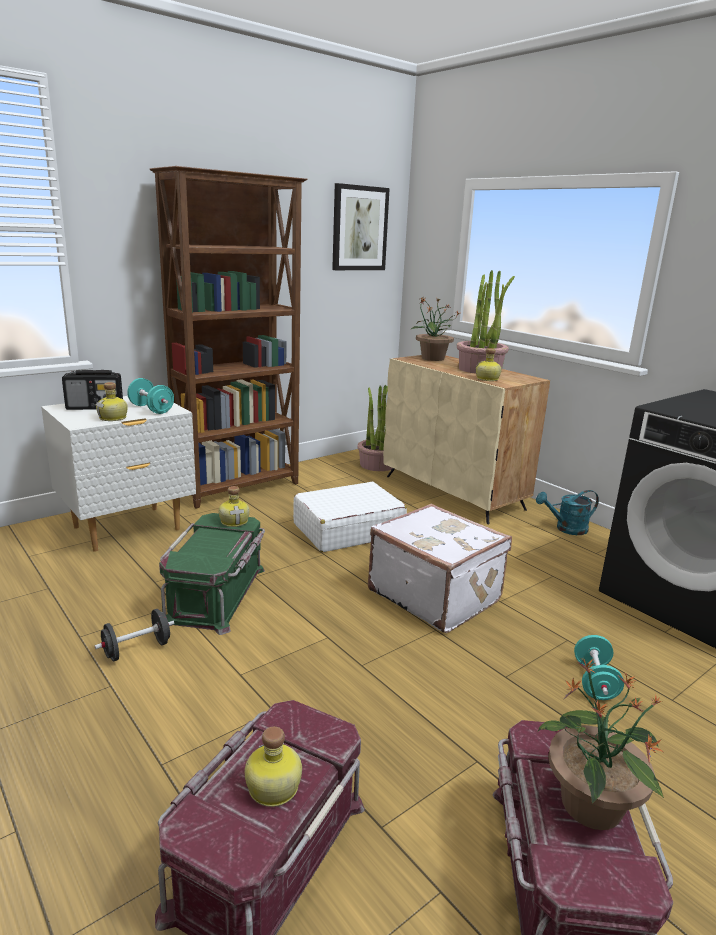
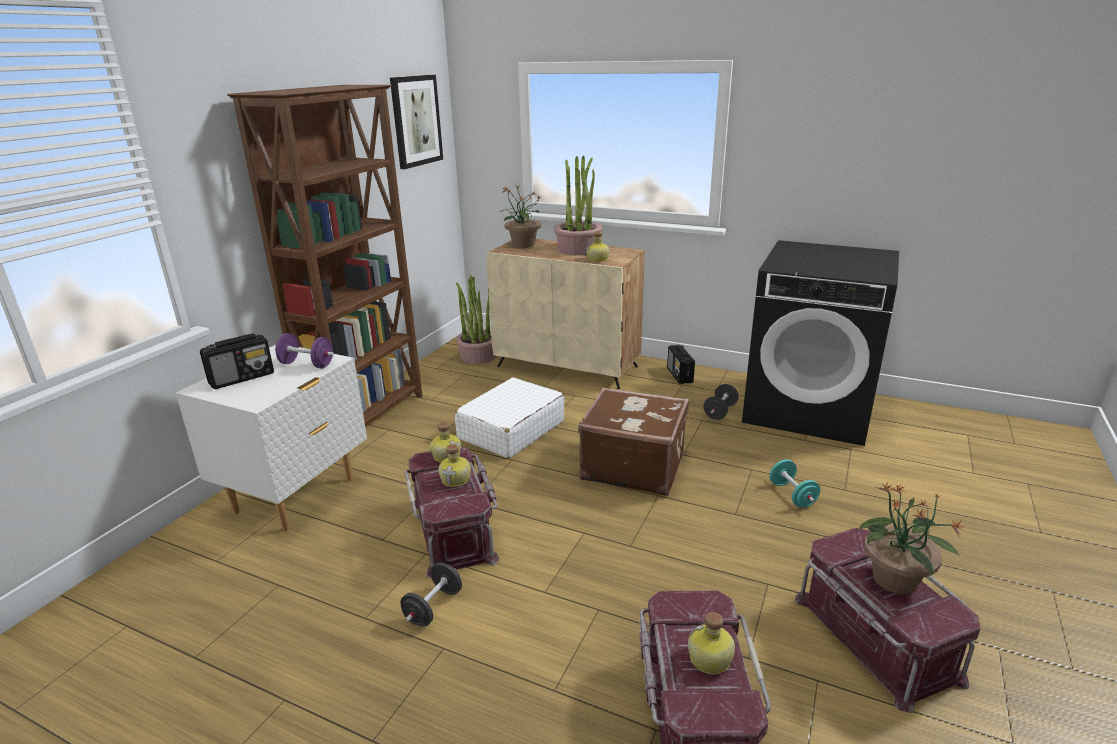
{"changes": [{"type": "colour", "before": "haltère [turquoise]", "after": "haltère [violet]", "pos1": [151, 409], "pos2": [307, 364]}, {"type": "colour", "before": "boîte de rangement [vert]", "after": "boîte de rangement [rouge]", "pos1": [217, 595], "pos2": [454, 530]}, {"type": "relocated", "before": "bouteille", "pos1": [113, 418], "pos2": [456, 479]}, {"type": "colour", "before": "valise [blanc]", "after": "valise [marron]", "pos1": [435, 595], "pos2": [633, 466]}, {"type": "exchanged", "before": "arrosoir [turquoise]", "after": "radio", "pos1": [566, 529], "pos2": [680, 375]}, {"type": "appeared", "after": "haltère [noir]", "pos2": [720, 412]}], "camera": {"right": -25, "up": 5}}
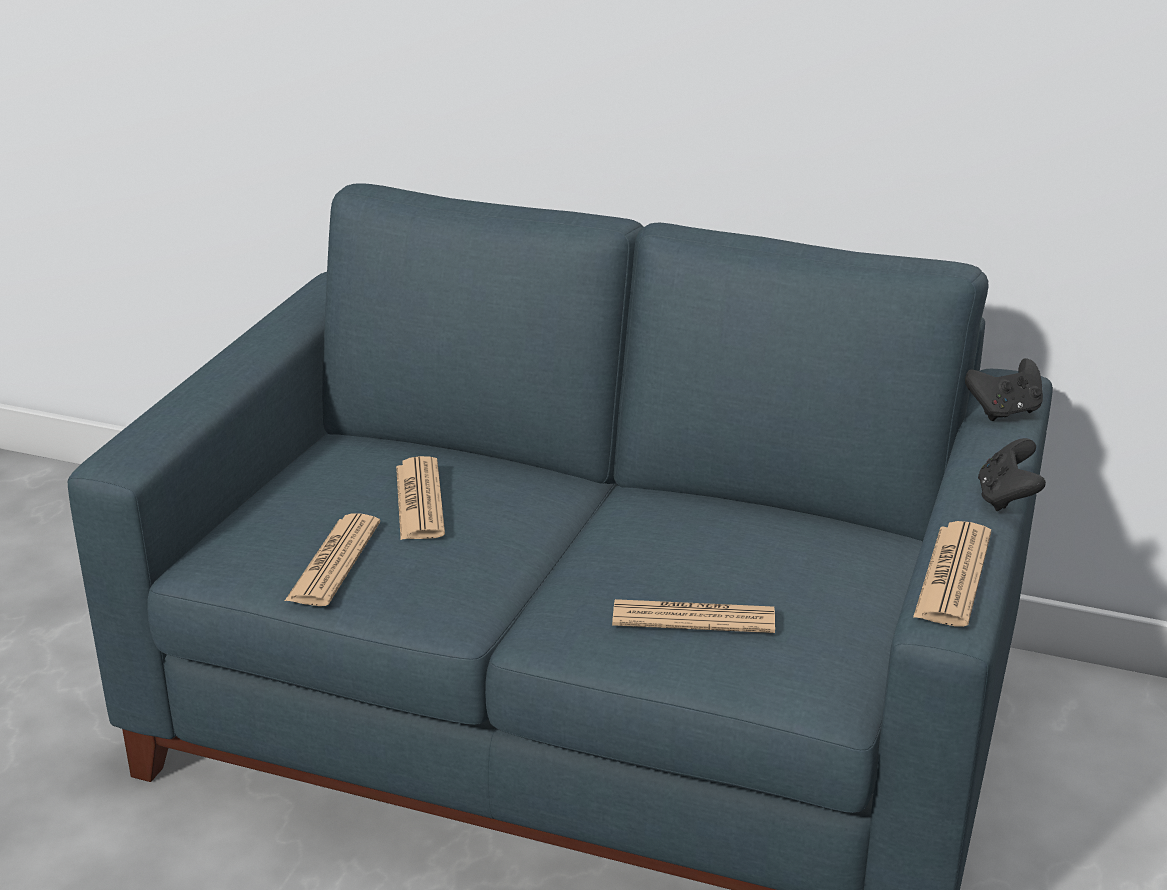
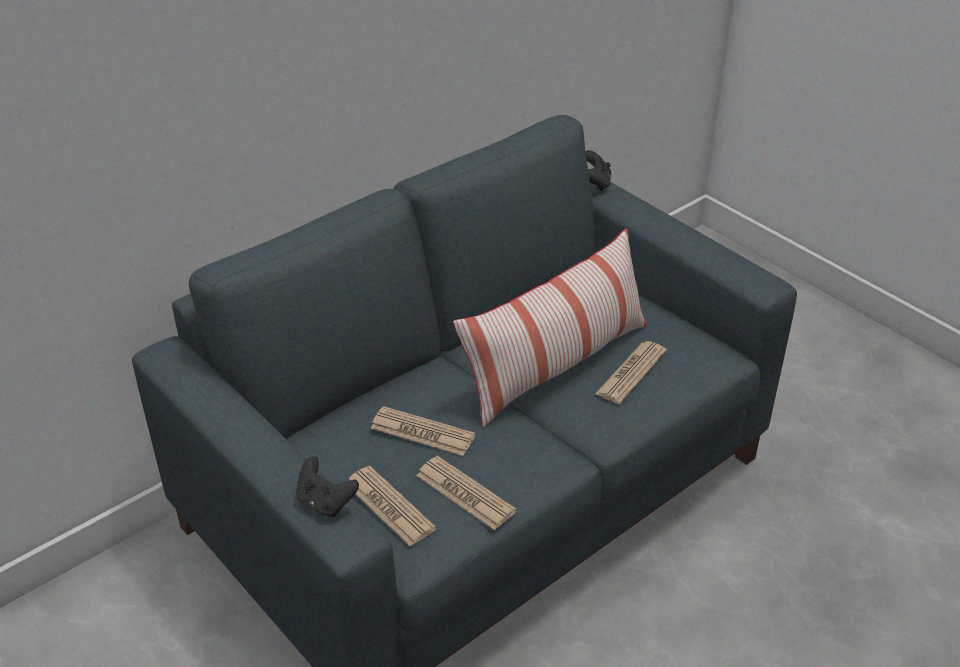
{"changes": [{"type": "relocated", "before": "manette [noir]", "pos1": [1006, 498], "pos2": [325, 502]}, {"type": "relocated", "before": "journal", "pos1": [953, 575], "pos2": [389, 506]}, {"type": "appeared", "after": "coussin", "pos2": [556, 365]}], "camera": {"right": -60, "up": 10}}
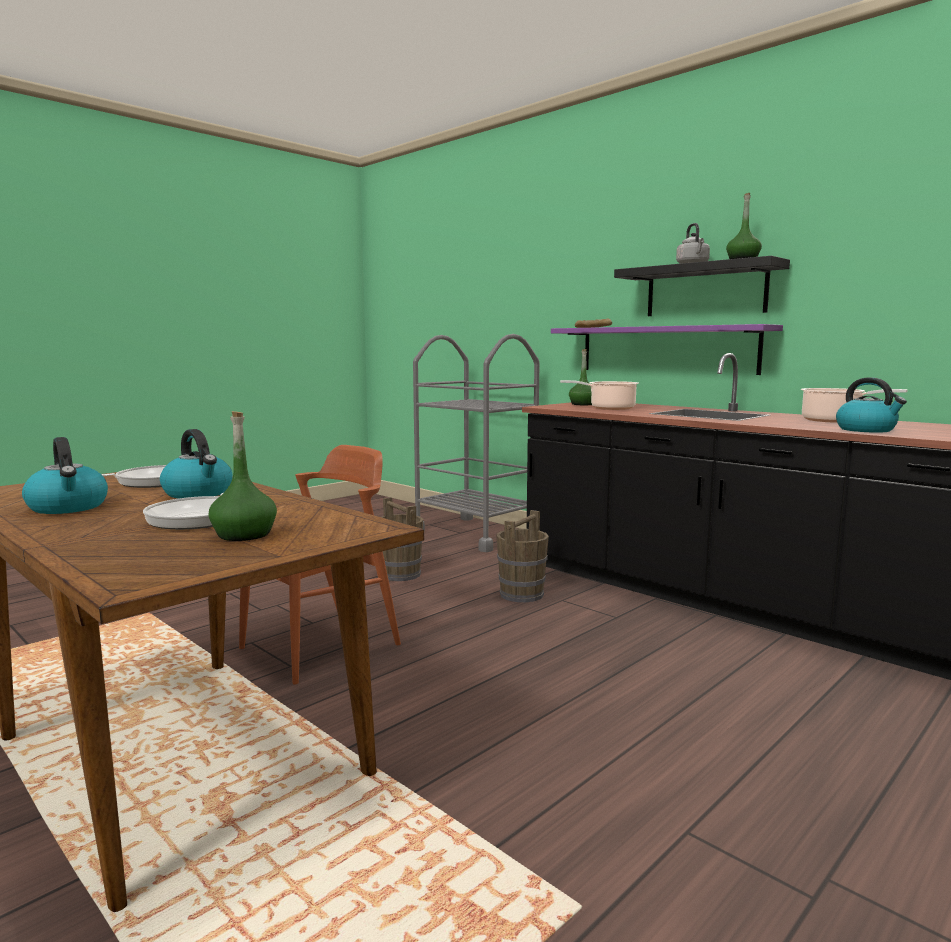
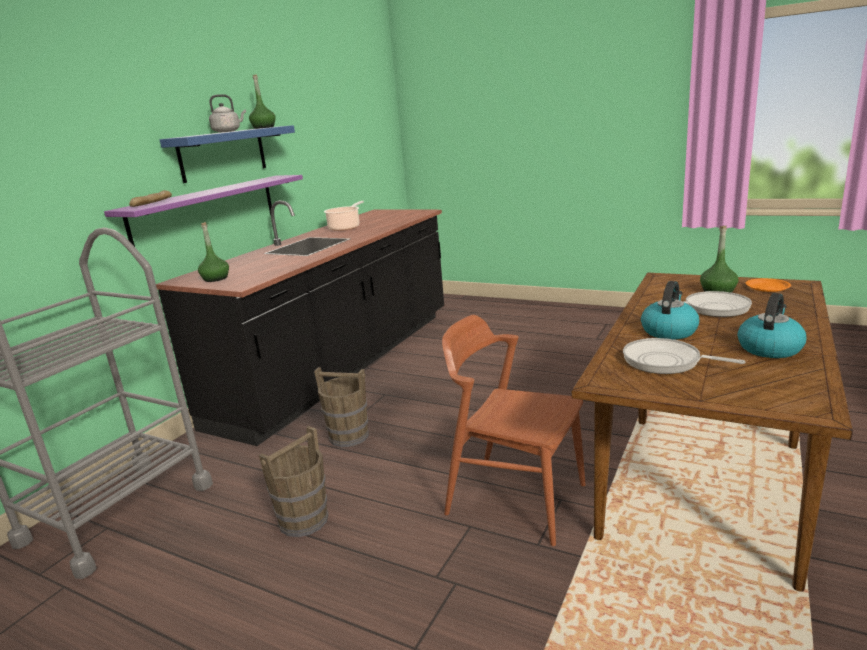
{"changes": [{"type": "colour", "before": "étagère [noir]", "after": "étagère [bleu]", "pos1": [705, 290], "pos2": [223, 154]}, {"type": "appeared", "after": "assiette [orange]", "pos2": [767, 287]}, {"type": "missing", "before": "marmite", "pos1": [609, 408]}, {"type": "missing", "before": "bouilloire", "pos1": [867, 430]}], "camera": {"right": -105, "up": 10}}
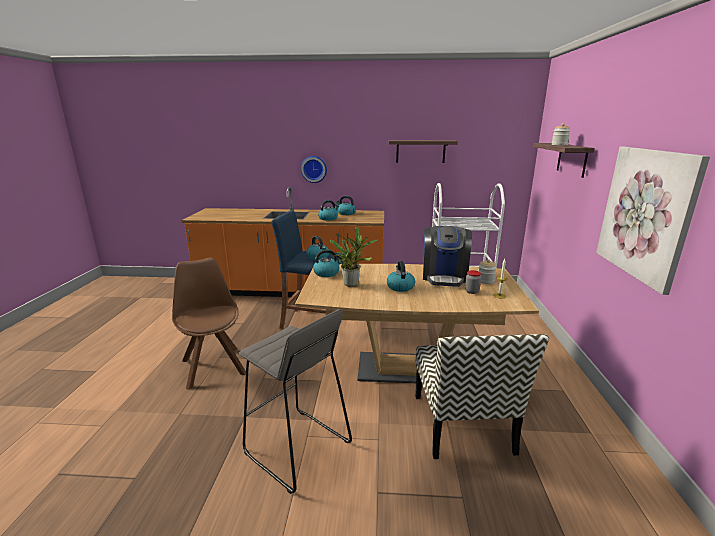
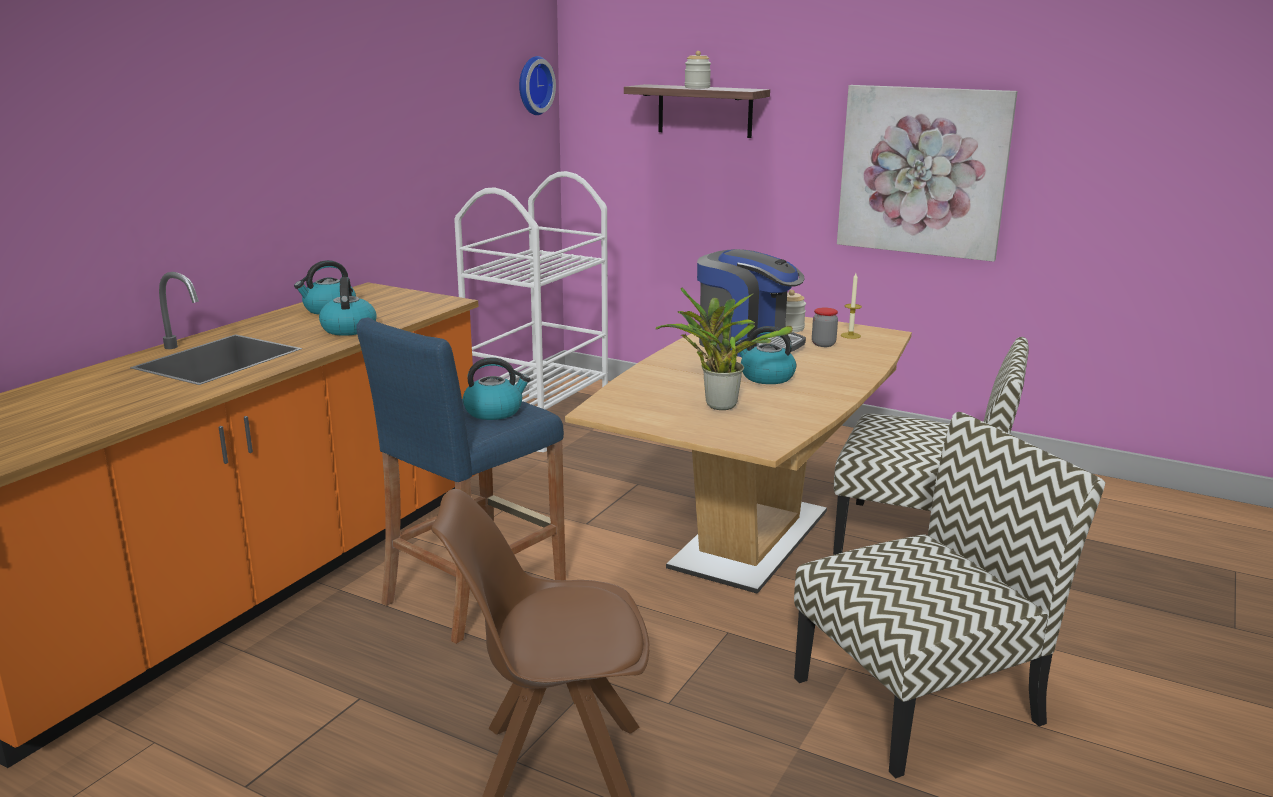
{"changes": [{"type": "relocated", "before": "horloge murale", "pos1": [314, 169], "pos2": [532, 85]}, {"type": "exchanged", "before": "tabouret [gris]", "after": "chaise", "pos1": [297, 448], "pos2": [919, 698]}, {"type": "missing", "before": "bouilloire", "pos1": [327, 273]}, {"type": "missing", "before": "étagère", "pos1": [420, 151]}], "camera": {"right": -65, "up": 0}}
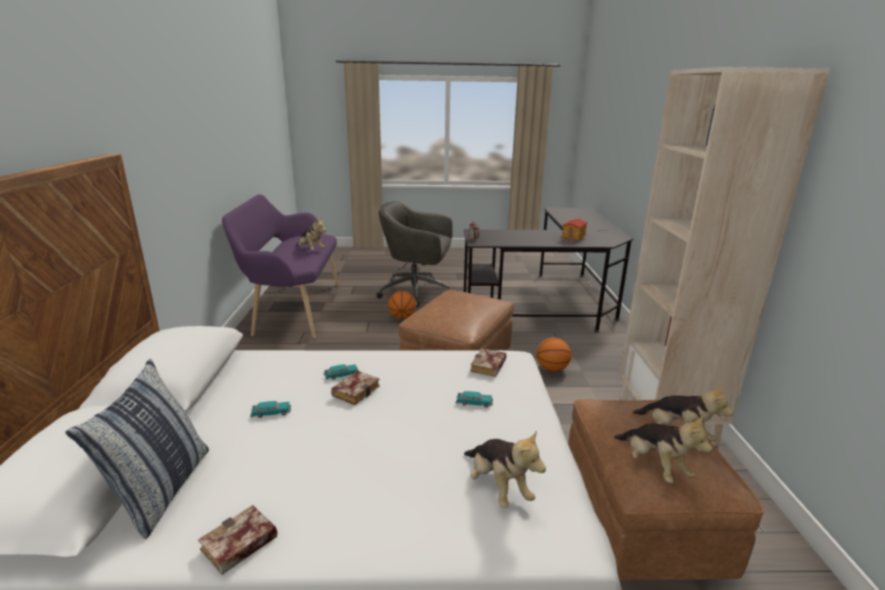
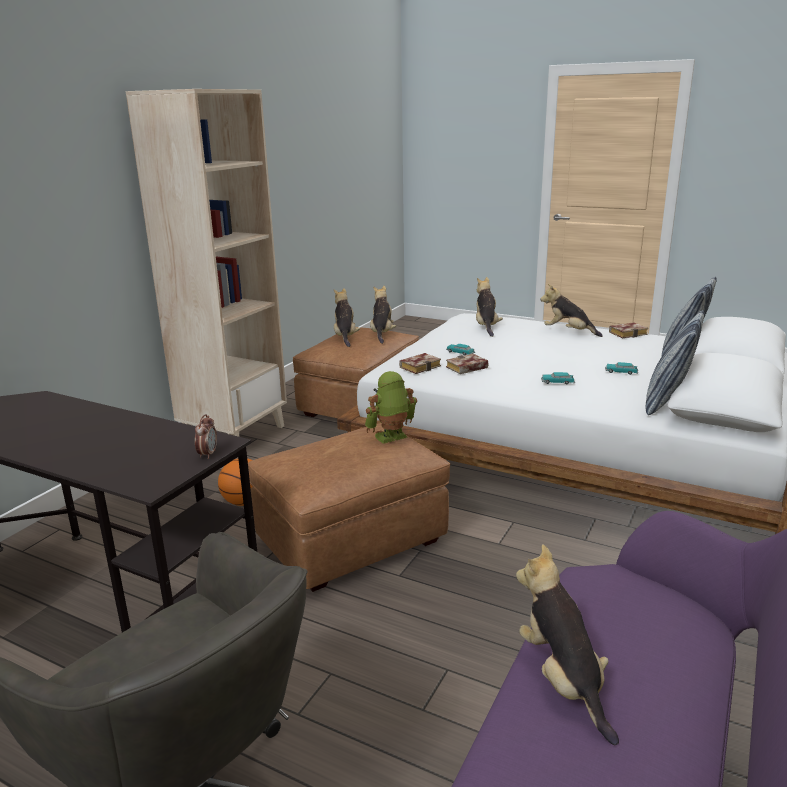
{"changes": [{"type": "appeared", "after": "robot jouet", "pos2": [391, 438]}, {"type": "relocated", "before": "livre", "pos1": [356, 390], "pos2": [466, 368]}, {"type": "appeared", "after": "peluche", "pos2": [568, 332]}, {"type": "appeared", "after": "coussin", "pos2": [668, 401]}, {"type": "missing", "before": "ballon de basket", "pos1": [402, 317]}, {"type": "missing", "before": "maison miniature", "pos1": [573, 239]}], "camera": {"right": -150, "up": 0}}
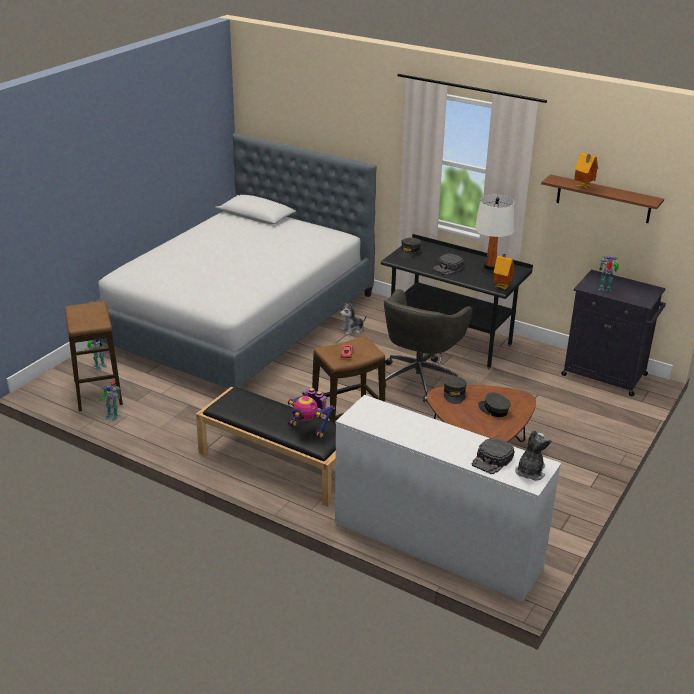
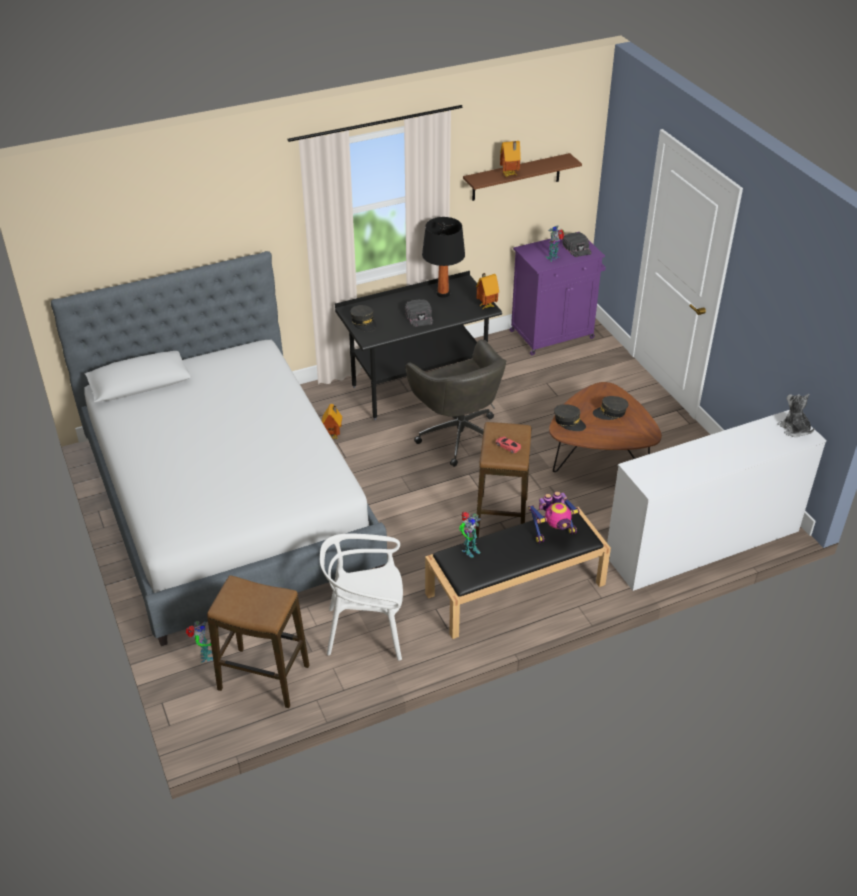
{"changes": [{"type": "appeared", "after": "chaise [blanc]", "pos2": [366, 631]}, {"type": "exchanged", "before": "peluche", "after": "maison miniature", "pos1": [352, 330], "pos2": [333, 436]}, {"type": "colour", "before": "lampe de table [blanc]", "after": "lampe de table [noir]", "pos1": [490, 267], "pos2": [443, 293]}, {"type": "relocated", "before": "robot jouet", "pos1": [112, 415], "pos2": [469, 550]}, {"type": "colour", "before": "meuble de rangement [noir]", "after": "meuble de rangement [violet]", "pos1": [606, 376], "pos2": [553, 334]}, {"type": "relocated", "before": "casquette [noir]", "pos1": [492, 460], "pos2": [577, 248]}], "camera": {"right": -55, "up": 10}}
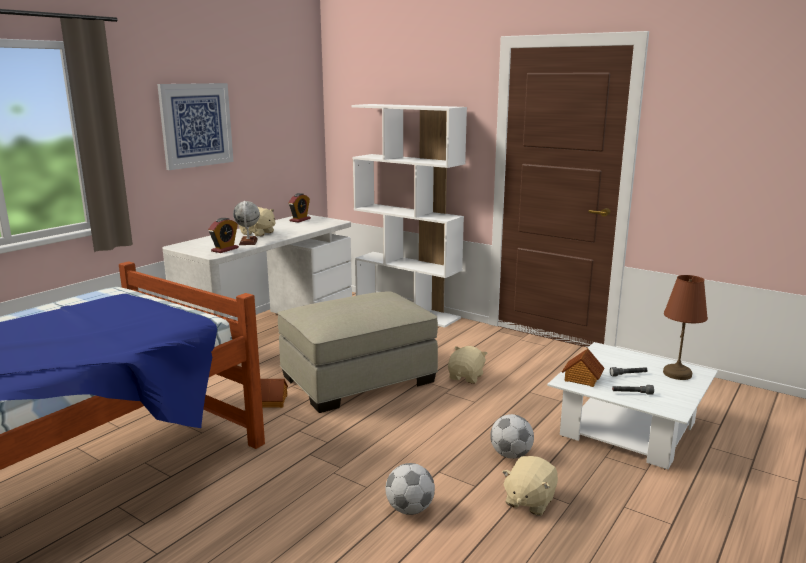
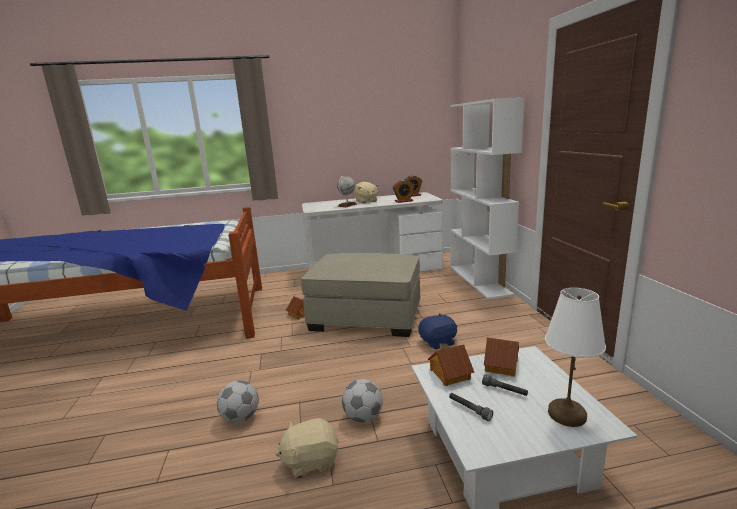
{"changes": [{"type": "relocated", "before": "réveil", "pos1": [225, 249], "pos2": [404, 201]}, {"type": "colour", "before": "peluche [beige]", "after": "peluche [bleu]", "pos1": [466, 377], "pos2": [438, 342]}, {"type": "appeared", "after": "maison miniature", "pos2": [500, 365]}, {"type": "colour", "before": "lampe de table [marron]", "after": "lampe de table [blanc]", "pos1": [678, 374], "pos2": [567, 415]}, {"type": "missing", "before": "tableau", "pos1": [196, 125]}], "camera": {"right": 45, "up": 0}}
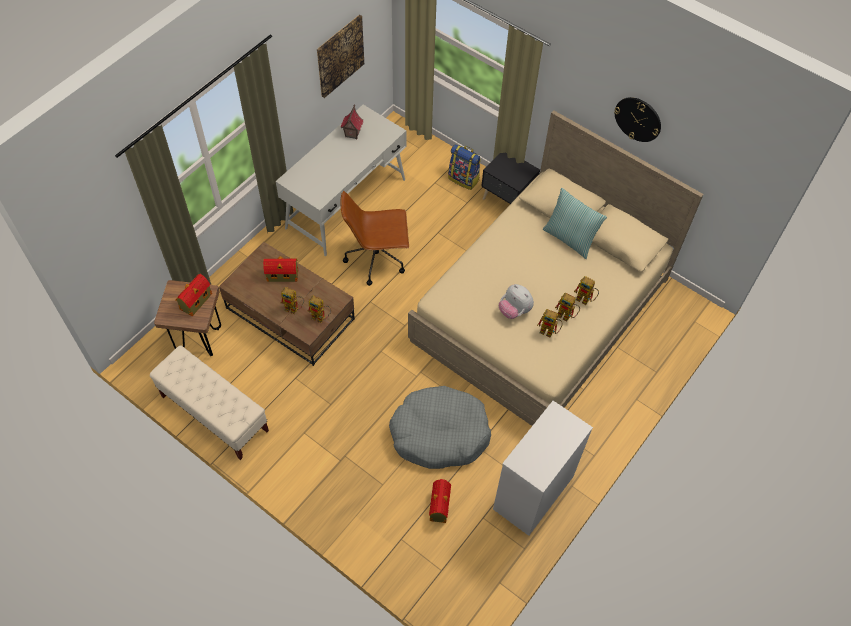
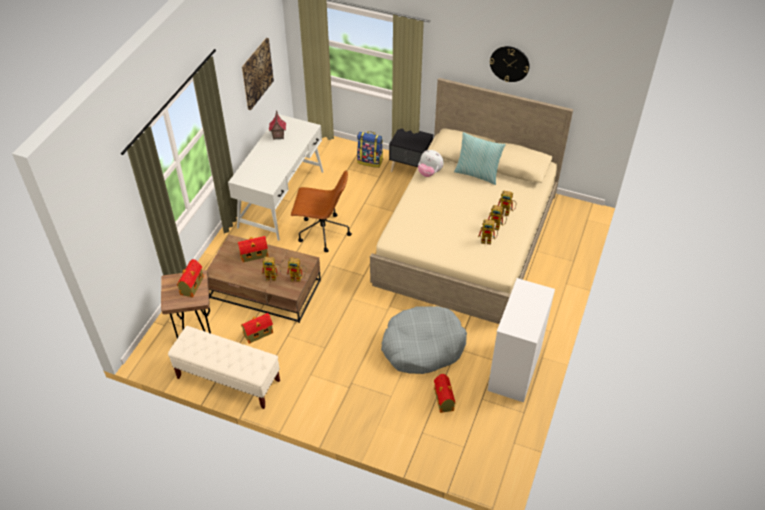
{"changes": [{"type": "appeared", "after": "maison miniature", "pos2": [257, 334]}, {"type": "spun", "before": "chaise de bureau [marron]", "pos1": [377, 259], "pos2": [322, 233], "turn": -150}, {"type": "relocated", "before": "peluche", "pos1": [514, 310], "pos2": [429, 173]}], "camera": {"right": -15, "up": -10}}
